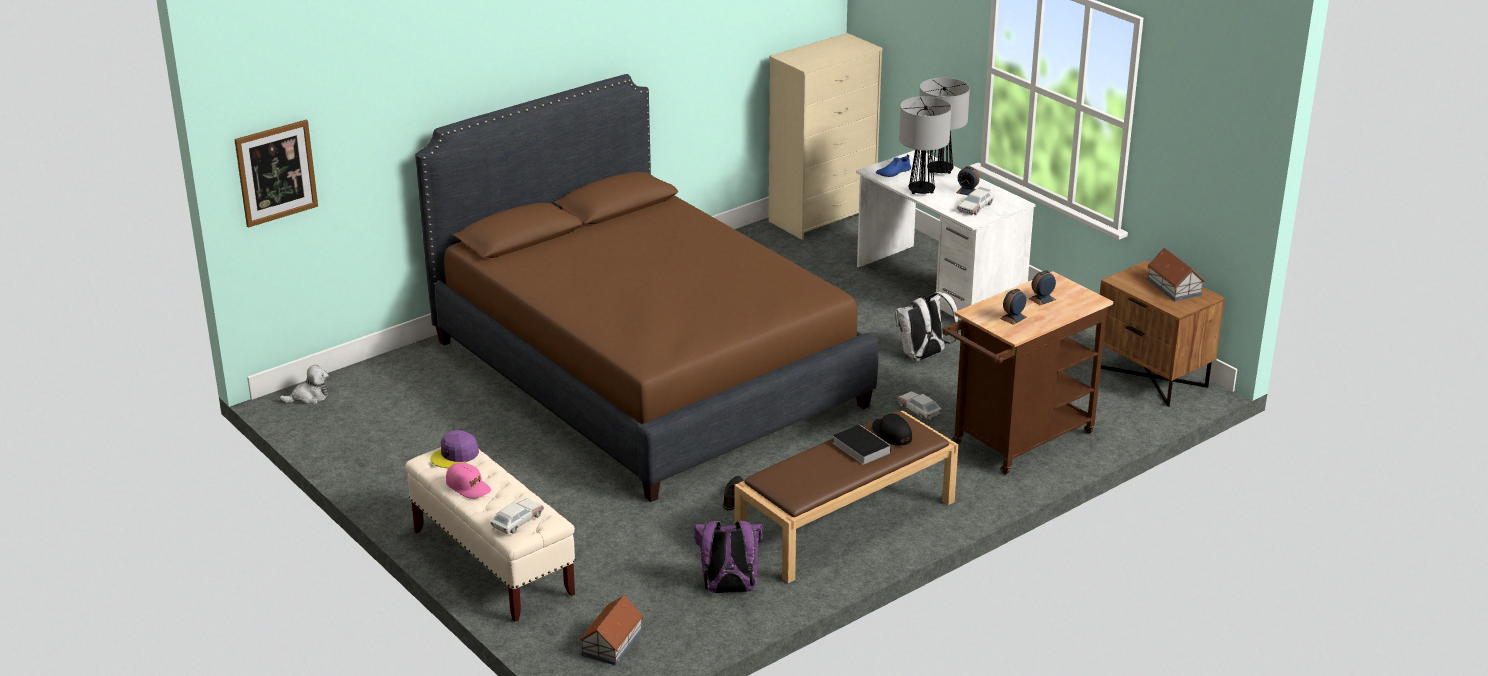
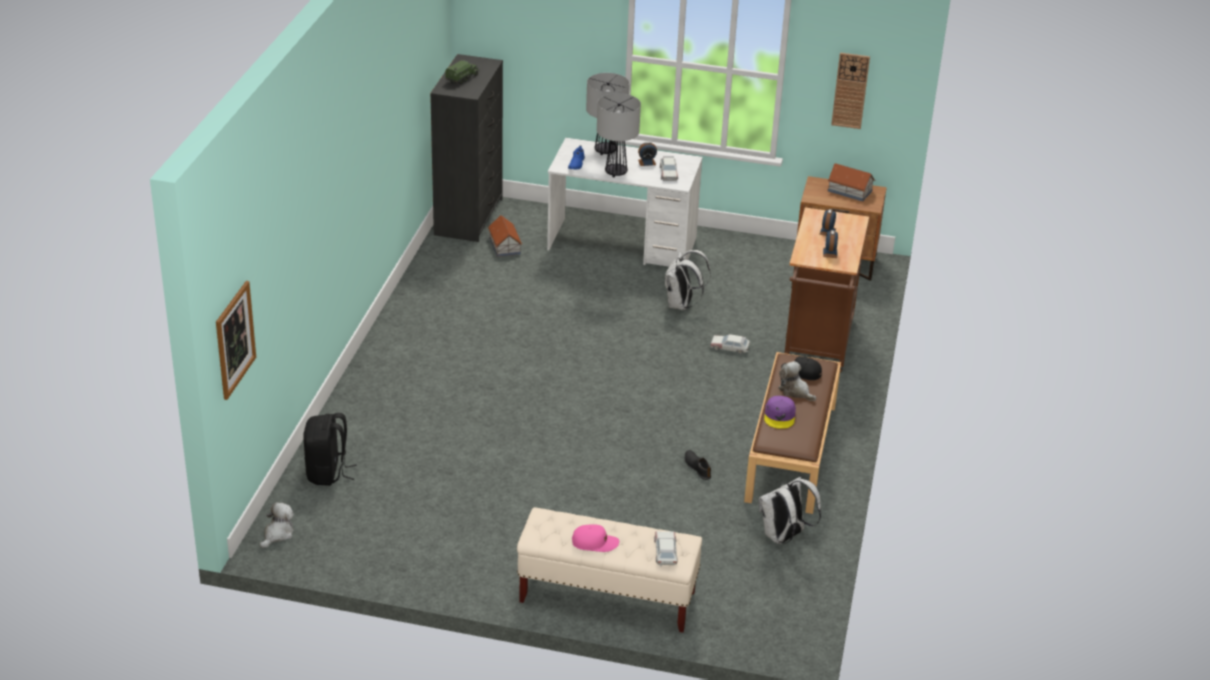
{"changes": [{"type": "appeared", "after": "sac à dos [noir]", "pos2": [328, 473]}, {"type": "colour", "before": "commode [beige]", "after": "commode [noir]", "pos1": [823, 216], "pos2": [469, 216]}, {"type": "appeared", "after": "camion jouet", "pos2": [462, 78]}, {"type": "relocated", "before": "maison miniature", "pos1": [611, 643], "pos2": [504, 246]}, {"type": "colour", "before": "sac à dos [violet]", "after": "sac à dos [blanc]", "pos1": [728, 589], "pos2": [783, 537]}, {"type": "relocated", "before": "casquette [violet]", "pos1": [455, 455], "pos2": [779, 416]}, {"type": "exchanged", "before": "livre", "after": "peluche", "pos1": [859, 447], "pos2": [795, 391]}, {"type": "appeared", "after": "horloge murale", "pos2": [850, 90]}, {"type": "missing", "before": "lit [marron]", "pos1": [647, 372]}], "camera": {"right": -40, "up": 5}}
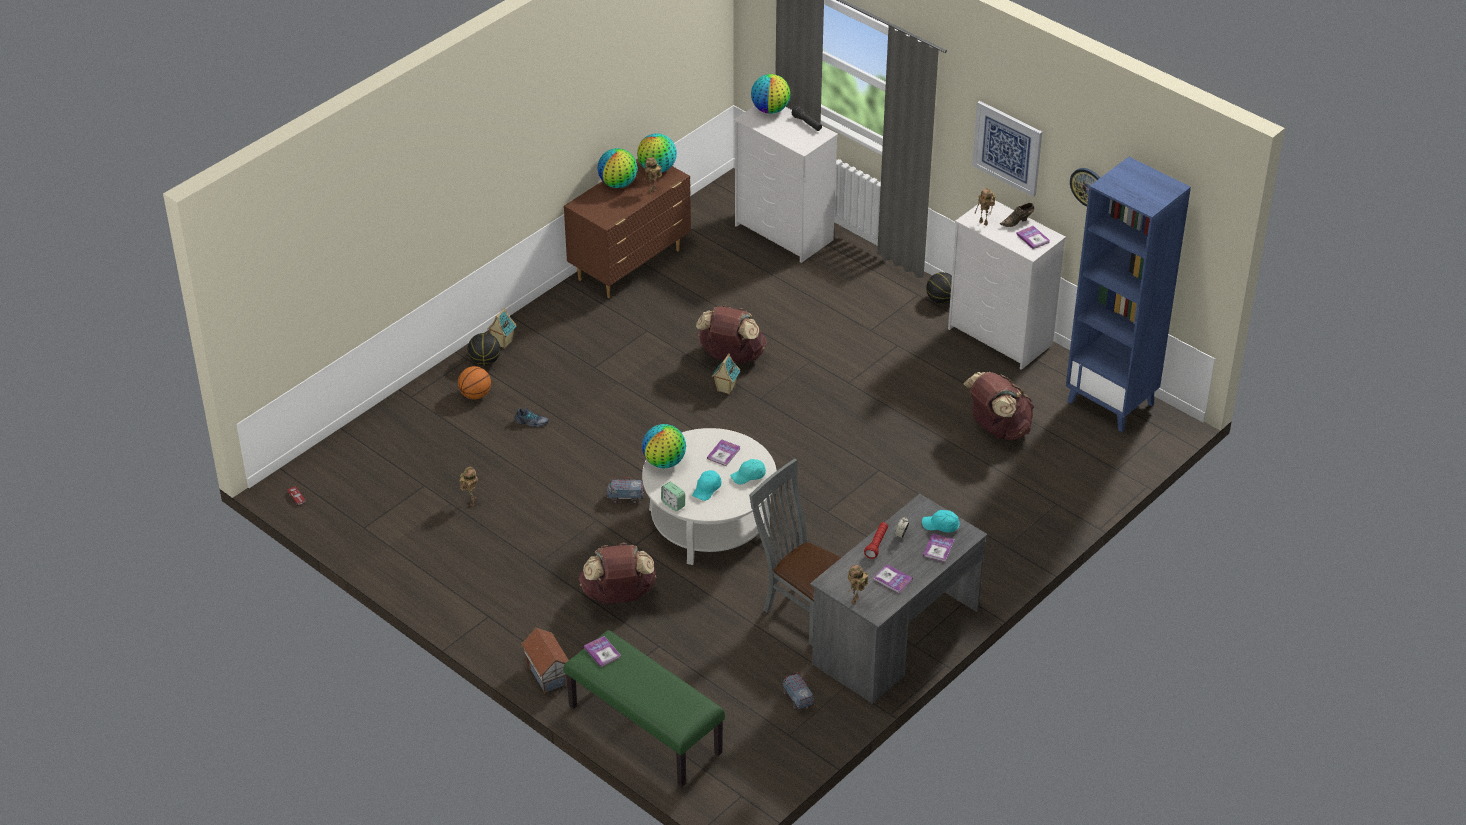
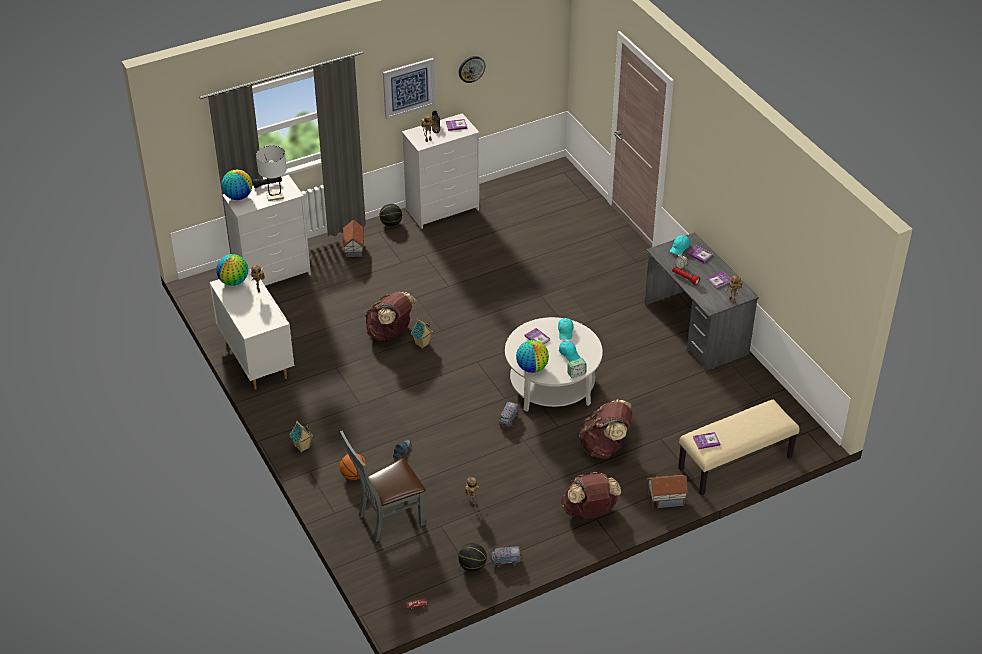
{"changes": [{"type": "colour", "before": "commode [marron]", "after": "commode [blanc]", "pos1": [631, 265], "pos2": [256, 358]}, {"type": "appeared", "after": "lampe de table [blanc]", "pos2": [275, 196]}, {"type": "relocated", "before": "chaise [gris]", "pos1": [802, 609], "pos2": [387, 520]}, {"type": "appeared", "after": "maison miniature", "pos2": [353, 251]}, {"type": "relocated", "before": "ballon de basket", "pos1": [484, 361], "pos2": [472, 566]}, {"type": "relocated", "before": "camion jouet", "pos1": [797, 699], "pos2": [505, 561]}, {"type": "relocated", "before": "sac à dos [marron]", "pos1": [997, 429], "pos2": [589, 512]}, {"type": "colour", "before": "banc [vert]", "after": "banc [beige]", "pos1": [643, 730], "pos2": [735, 464]}, {"type": "missing", "before": "globe", "pos1": [618, 184]}, {"type": "missing", "before": "bibliothèque [bleu]", "pos1": [1111, 403]}], "camera": {"right": -70, "up": 0}}
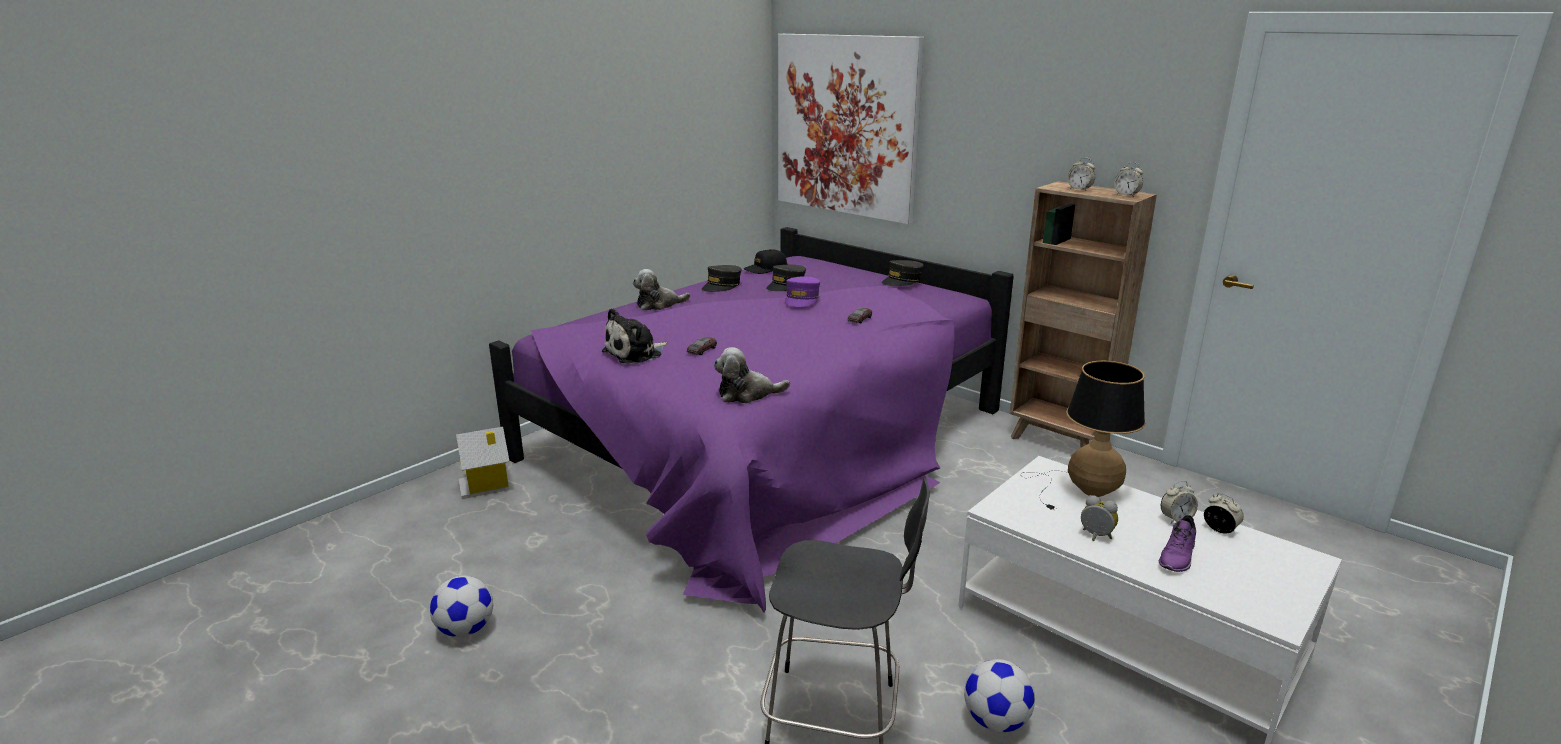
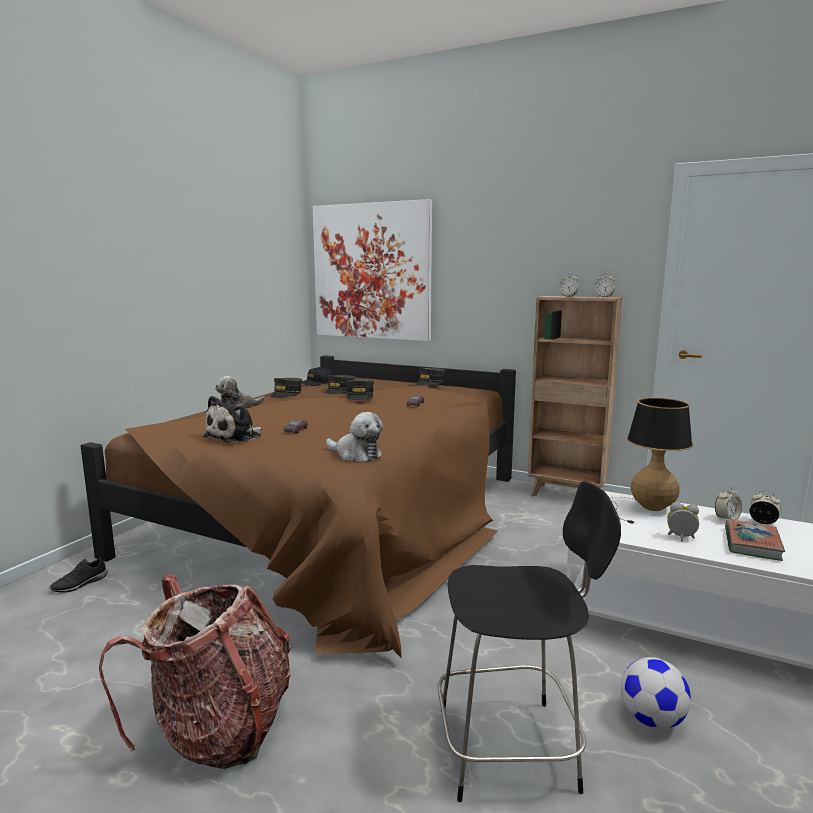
{"changes": [{"type": "exchanged", "before": "maison miniature", "after": "chaussure [noir]", "pos1": [486, 485], "pos2": [80, 584]}, {"type": "colour", "before": "lit [violet]", "after": "lit [marron]", "pos1": [768, 442], "pos2": [341, 518]}, {"type": "appeared", "after": "sac à dos", "pos2": [219, 728]}, {"type": "spun", "before": "peluche", "pos1": [747, 394], "pos2": [356, 455], "turn": -120}, {"type": "colour", "before": "casquette [violet]", "after": "casquette [gris]", "pos1": [802, 299], "pos2": [360, 396]}, {"type": "exchanged", "before": "chaussure [violet]", "after": "livre", "pos1": [1178, 556], "pos2": [752, 544]}, {"type": "missing", "before": "ballon de foot", "pos1": [466, 630]}], "camera": {"right": -15, "up": -10}}
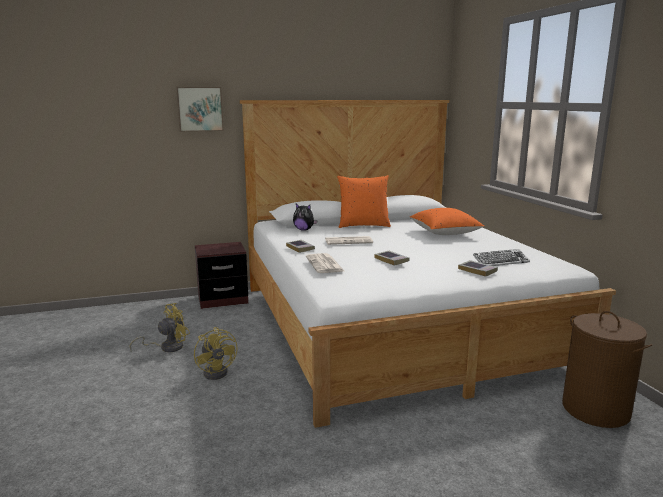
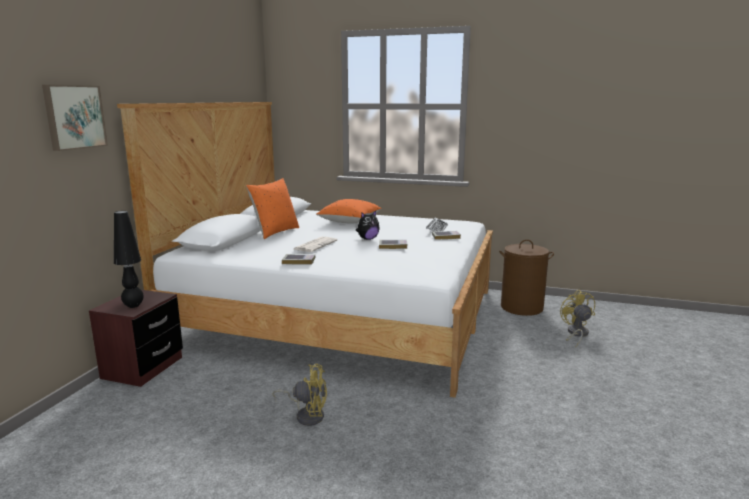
{"changes": [{"type": "appeared", "after": "lampe de table [noir]", "pos2": [133, 306]}, {"type": "relocated", "before": "peluche", "pos1": [304, 230], "pos2": [367, 239]}, {"type": "relocated", "before": "ventilateur [jaune]", "pos1": [167, 347], "pos2": [576, 334]}, {"type": "missing", "before": "journal", "pos1": [325, 264]}], "camera": {"right": -55, "up": 0}}
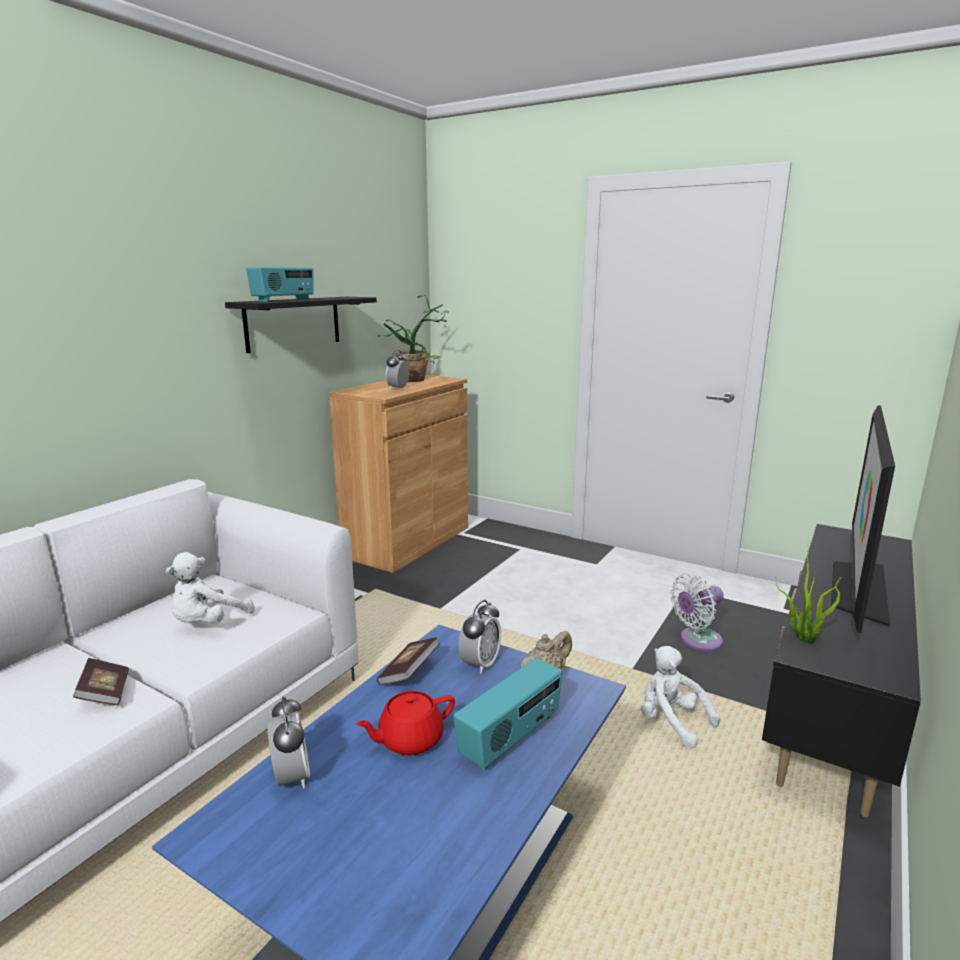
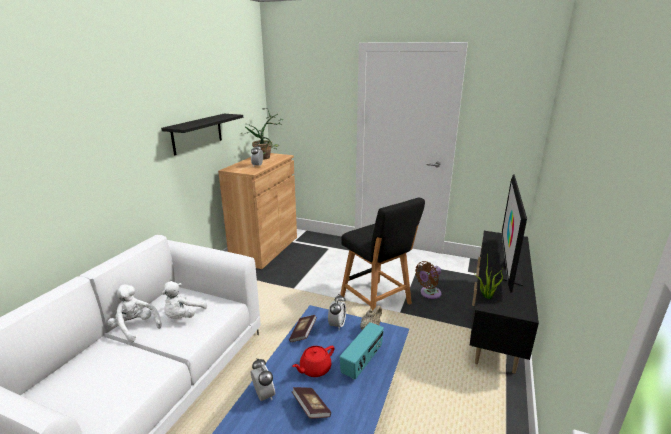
{"changes": [{"type": "relocated", "before": "peluche [blanc]", "pos1": [671, 721], "pos2": [135, 328]}, {"type": "relocated", "before": "livre", "pos1": [105, 693], "pos2": [311, 408]}, {"type": "appeared", "after": "tabouret [noir]", "pos2": [377, 302]}, {"type": "colour", "before": "ventilateur [blanc]", "after": "ventilateur [marron]", "pos1": [697, 641], "pos2": [429, 293]}, {"type": "missing", "before": "radio", "pos1": [284, 300]}], "camera": {"right": -10, "up": 5}}
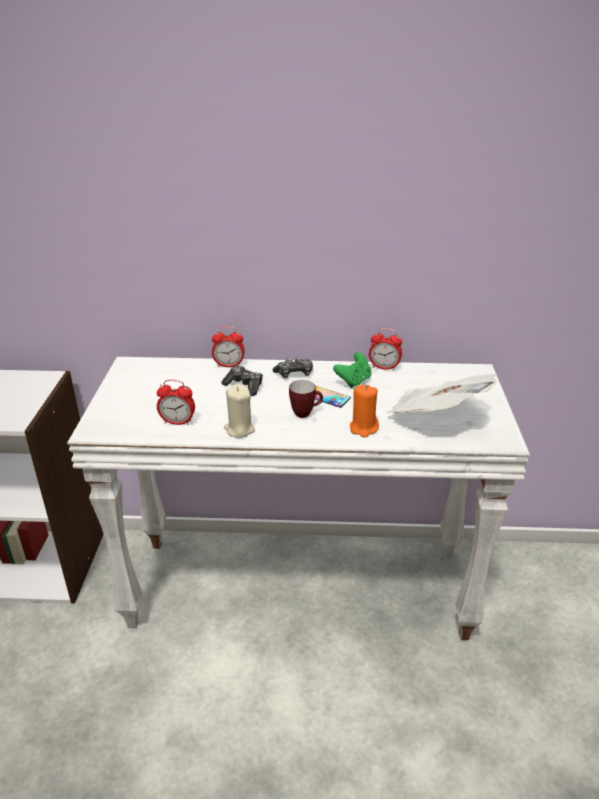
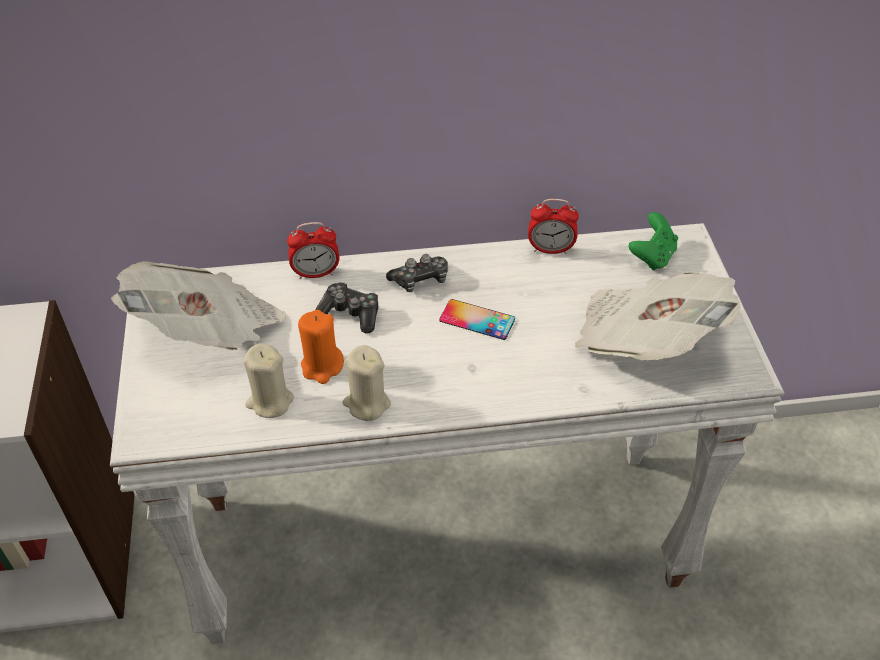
{"changes": [{"type": "appeared", "after": "journal", "pos2": [209, 332]}, {"type": "exchanged", "before": "réveil", "after": "bougie [beige]", "pos1": [178, 422], "pos2": [270, 401]}, {"type": "relocated", "before": "bougie [orange]", "pos1": [363, 428], "pos2": [322, 366]}, {"type": "relocated", "before": "manette [vert]", "pos1": [353, 381], "pos2": [652, 257]}, {"type": "missing", "before": "mug", "pos1": [305, 413]}], "camera": {"right": -10, "up": 15}}
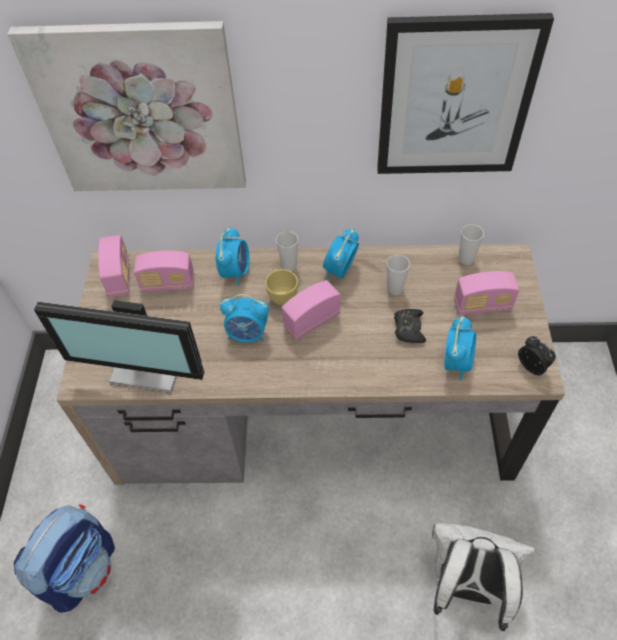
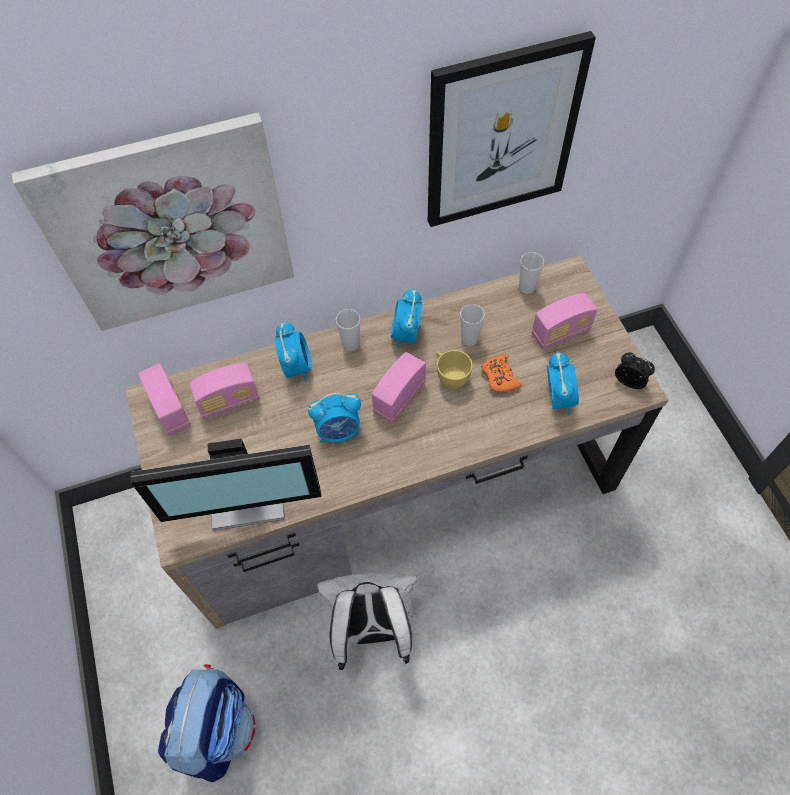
{"changes": [{"type": "relocated", "before": "sac à dos [blanc]", "pos1": [465, 586], "pos2": [373, 629]}, {"type": "relocated", "before": "tasse [jaune]", "pos1": [281, 295], "pos2": [450, 377]}, {"type": "colour", "before": "manette [noir]", "after": "manette [orange]", "pos1": [409, 329], "pos2": [499, 377]}], "camera": {"right": -20, "up": 5}}
